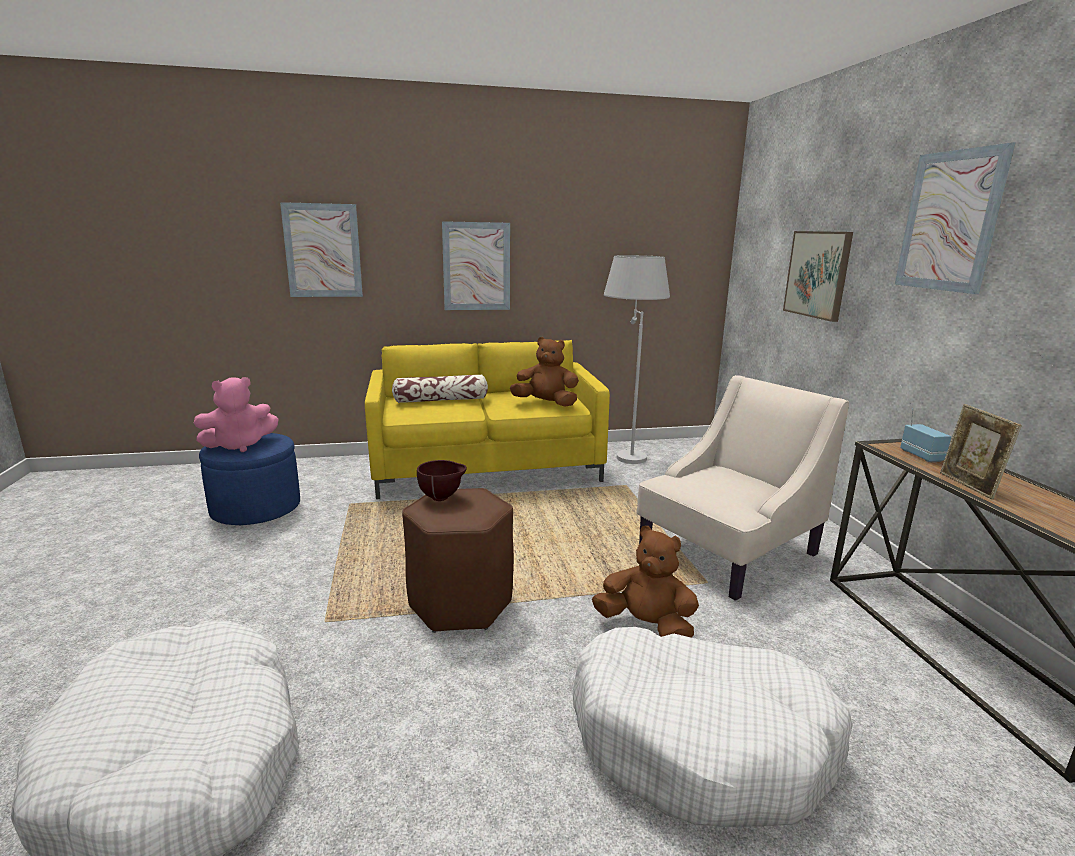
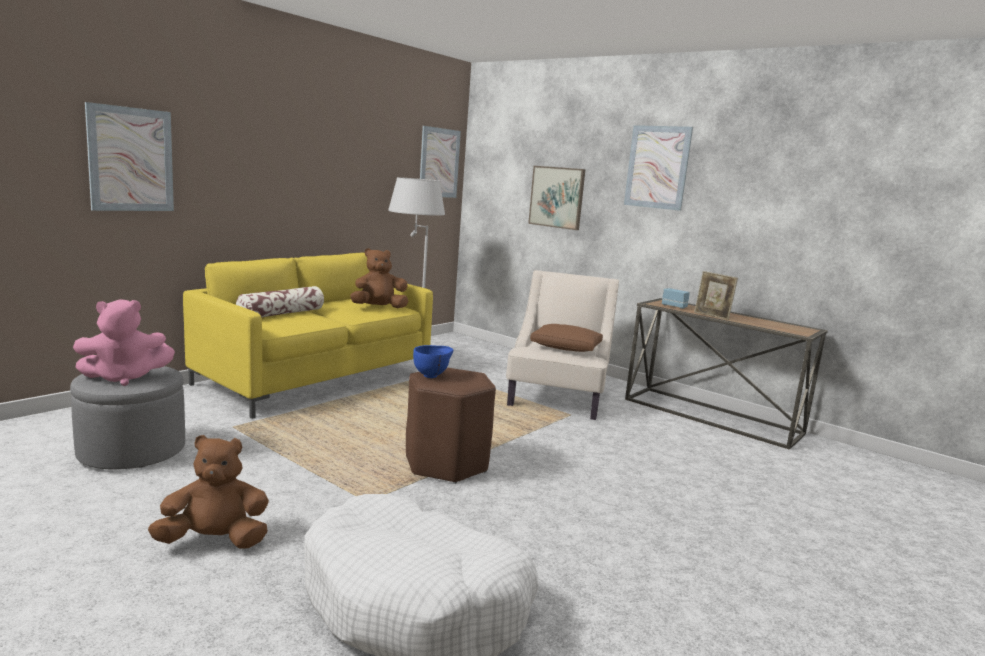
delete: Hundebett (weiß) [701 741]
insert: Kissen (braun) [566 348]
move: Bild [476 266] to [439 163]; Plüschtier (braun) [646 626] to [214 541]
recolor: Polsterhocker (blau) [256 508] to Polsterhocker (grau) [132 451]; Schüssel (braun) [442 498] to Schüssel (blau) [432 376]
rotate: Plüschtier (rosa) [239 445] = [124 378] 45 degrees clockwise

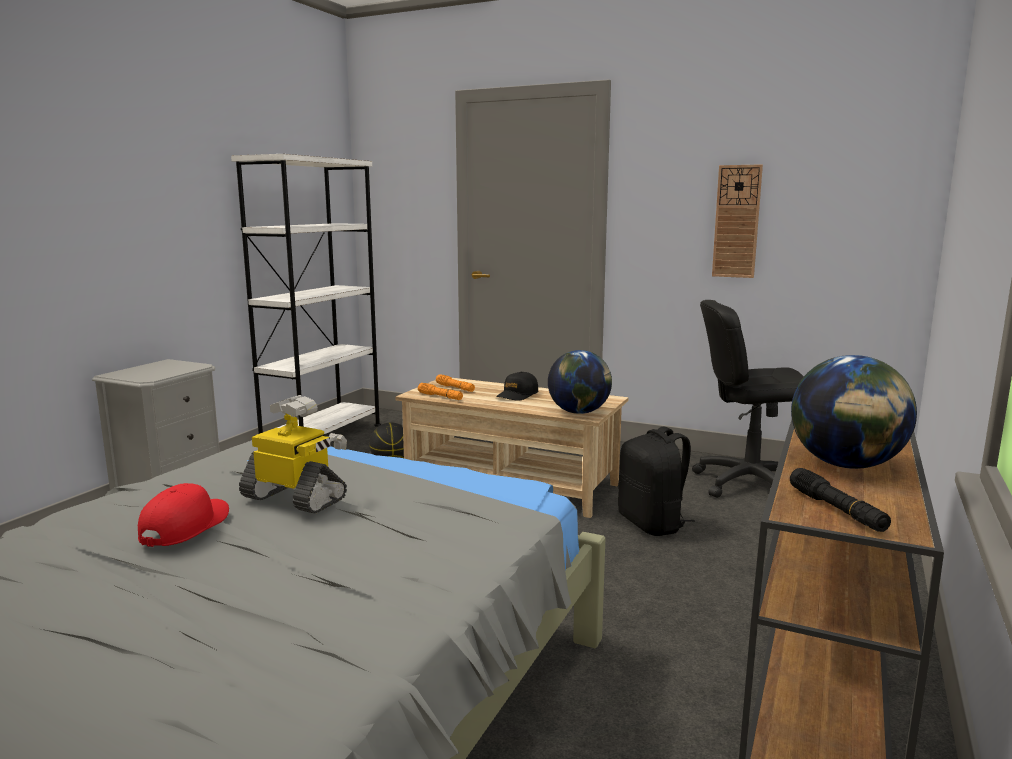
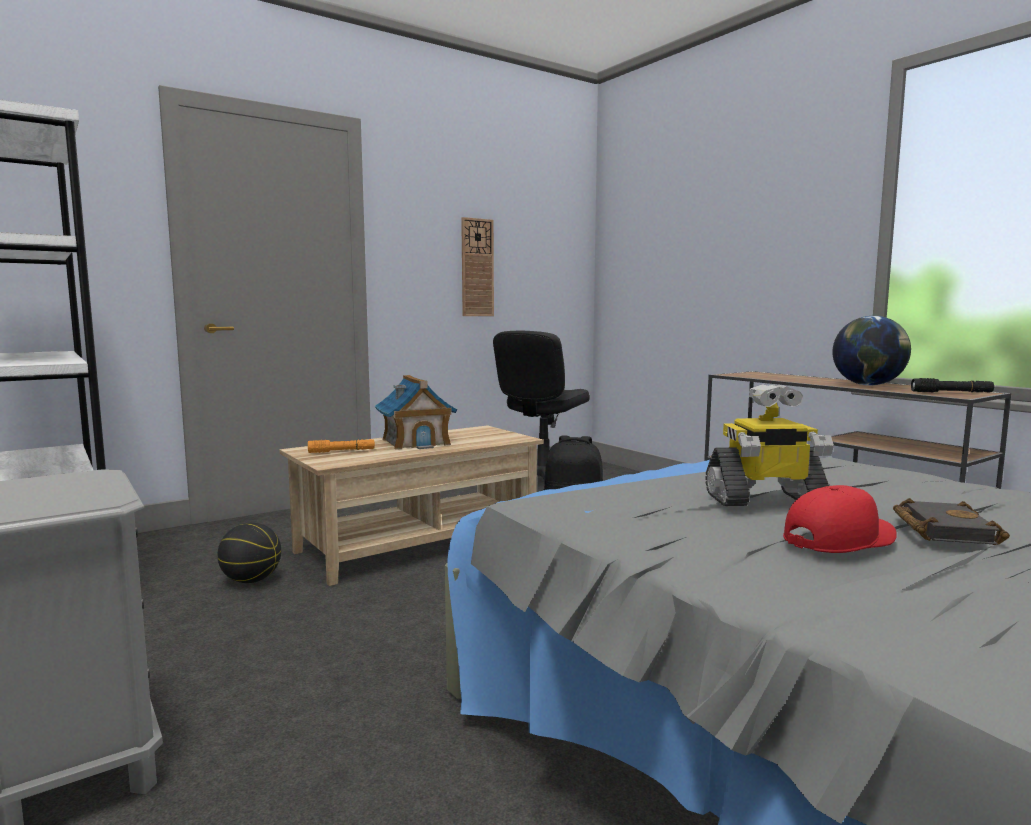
delete: Taschenlampe (orange) [440 397]; Globus [579 412]
insert: Buch (schwarz) [941 529]
replace: Kappe (schwarz) [517 395] to Spielzeughaus [416 442]
rotate: Kappe (rot) [185 526] = [839 539] 105 degrees clockwise; Spielzeugroboter [296 498] = [765 499] 150 degrees counterclockwise

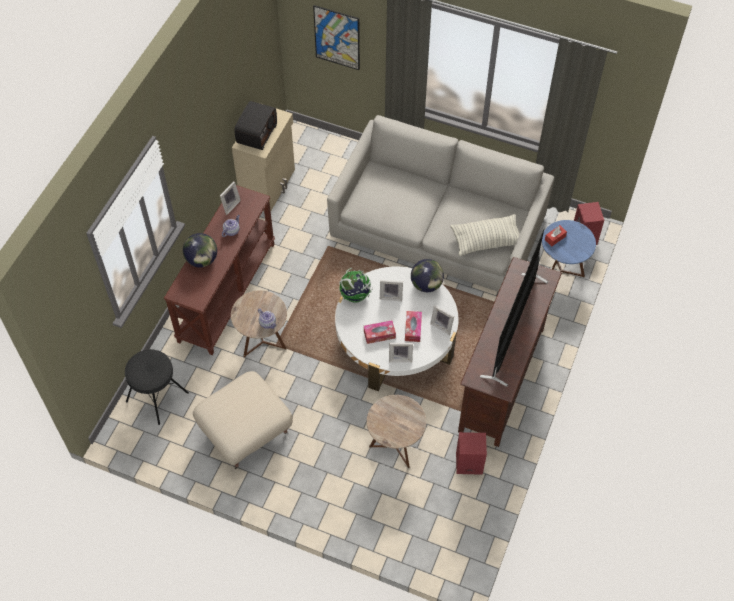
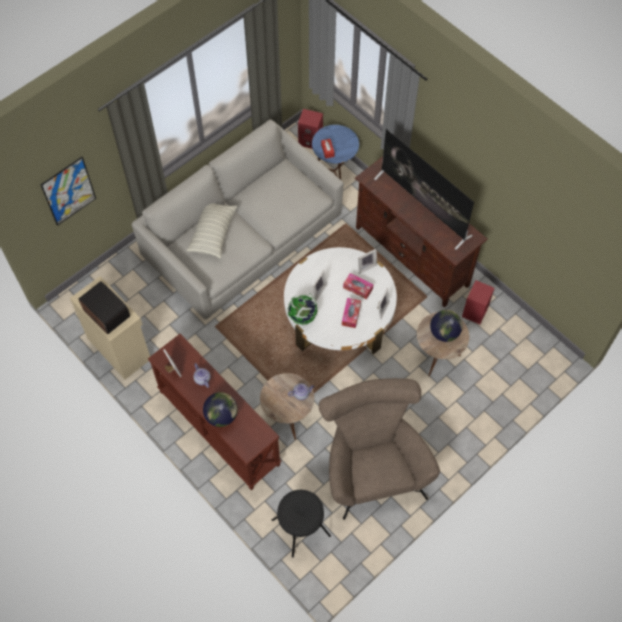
move: Globus [426 285] to [444 332]; Kissen [486 240] to [213 233]
replace: Polsterhocker (beige) [247 432] to Sessel (braun) [372 465]

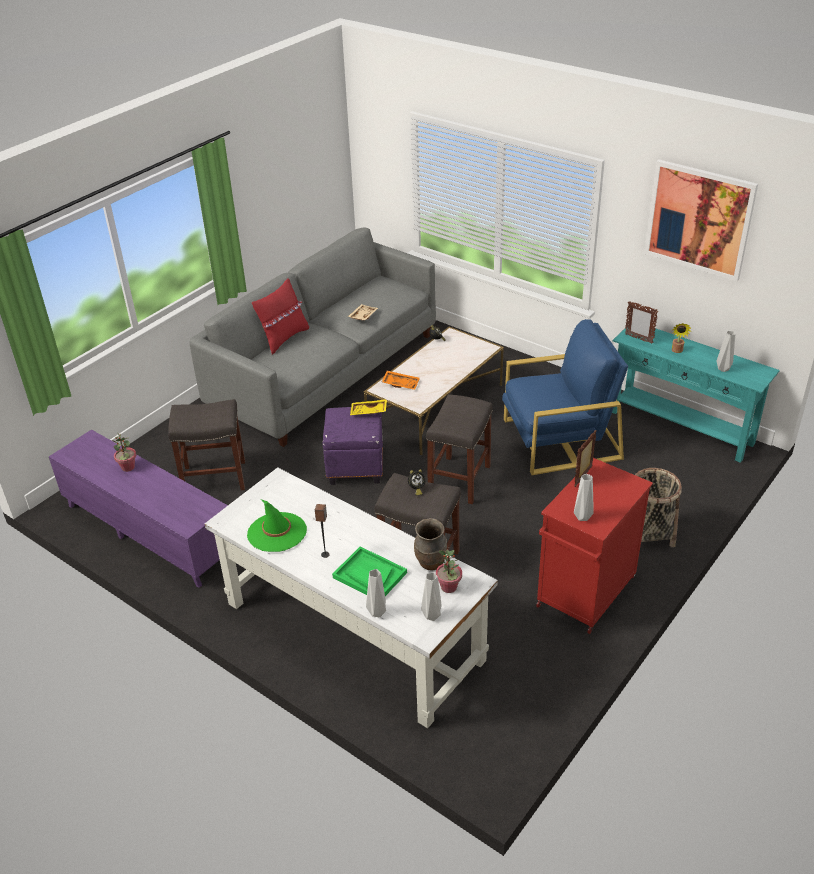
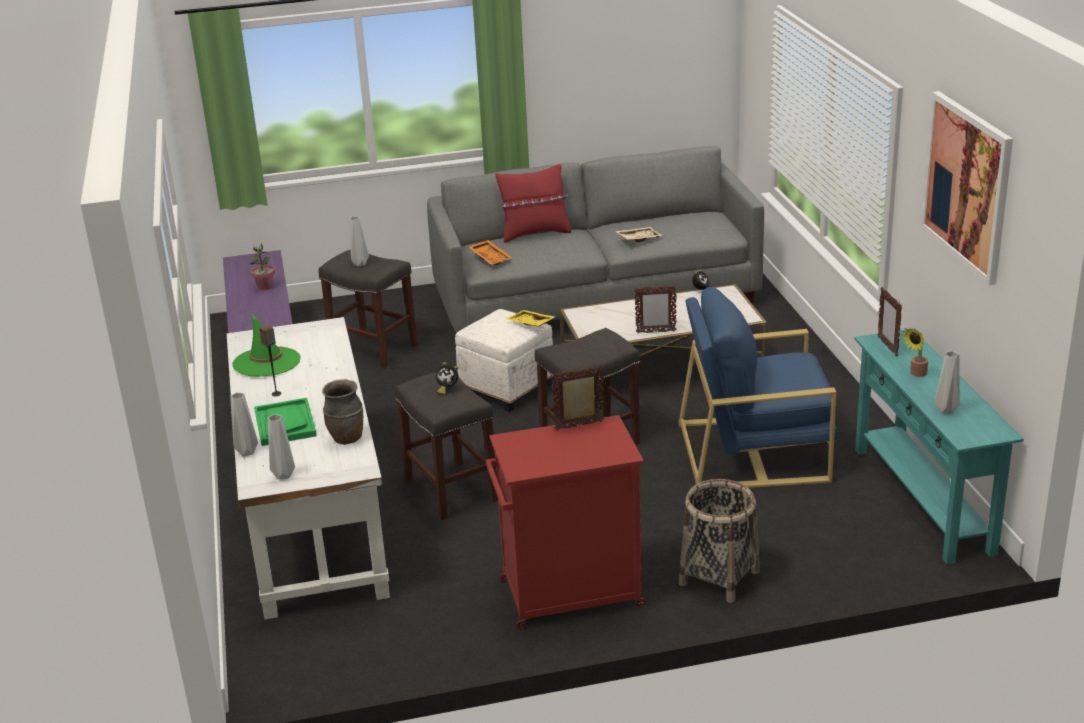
delete: Topfpflanze [449 587]
insert: Bilderrahmen [655 332]
move: Tablett (orange) [401 383] to [491 258]; Vase (grau) [581 517] to [359 264]
recolor: Polsterhocker (lila) [355 466] to Polsterhocker (weiß) [507 389]
rotate: Sessel (blau) [560 439] = [754 451] 150 degrees clockwise

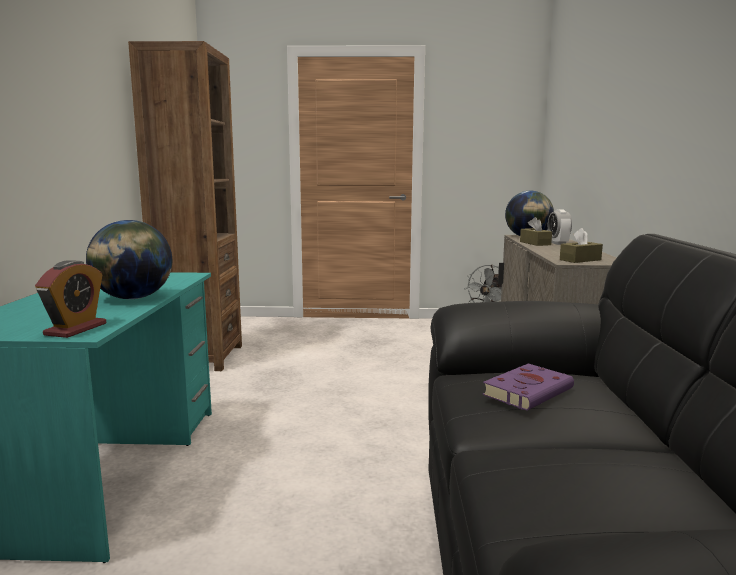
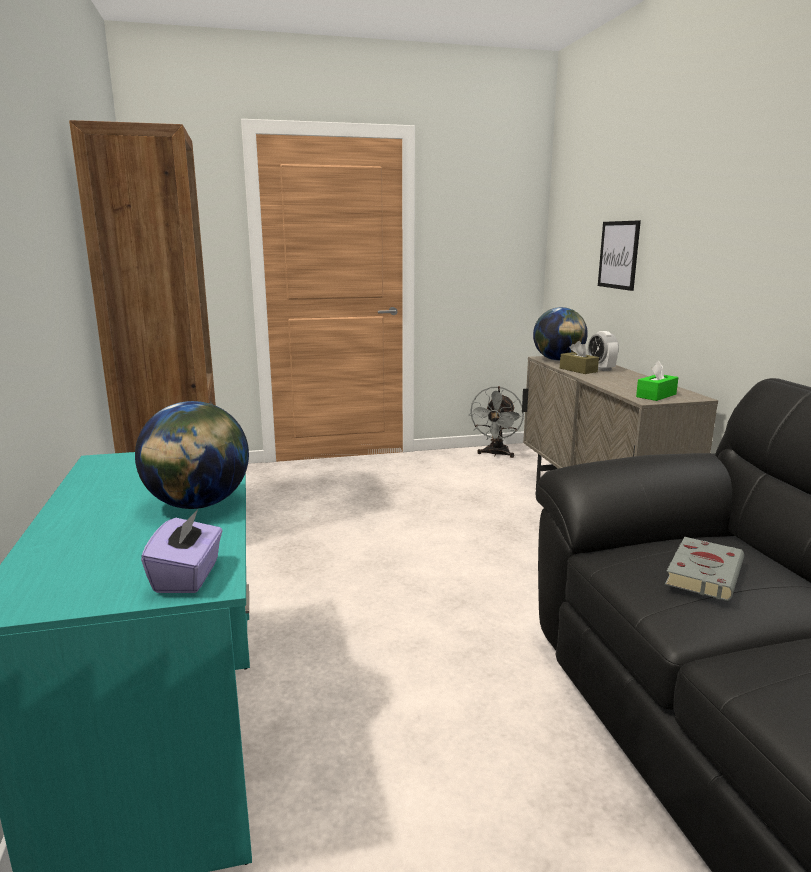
insert: Bild [618 255]
replace: Wecker [76 329] to Taschentuchbox (lila) [188 576]
recolor: Buch (lila) [529 391] to Buch (grau) [704 572]; Taschentuchbox (braun) [580 260] to Taschentuchbox (grün) [656 395]

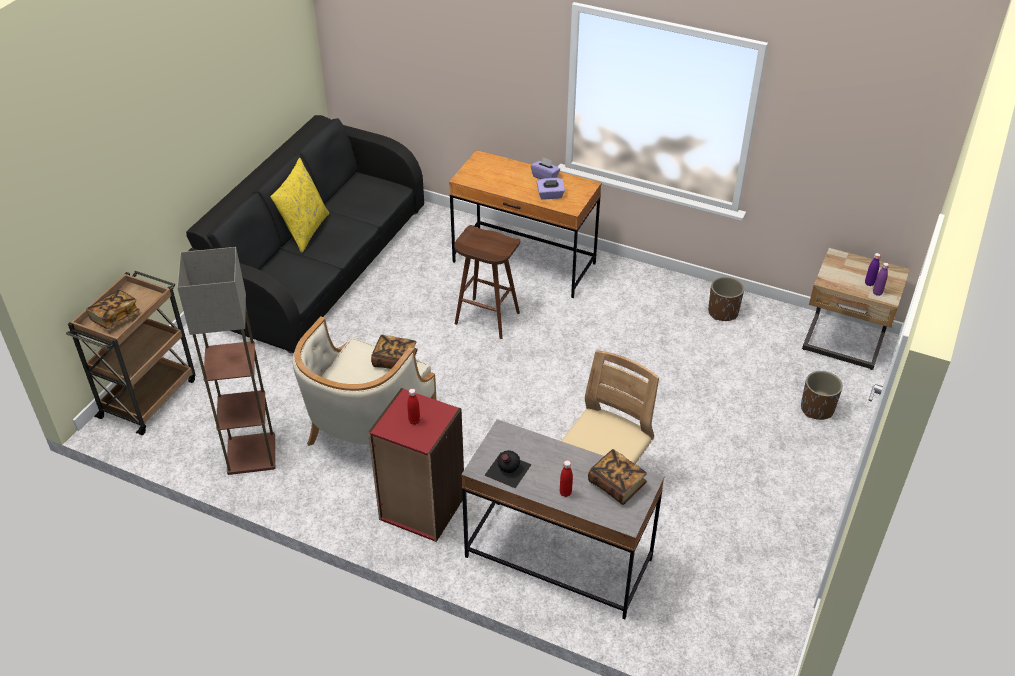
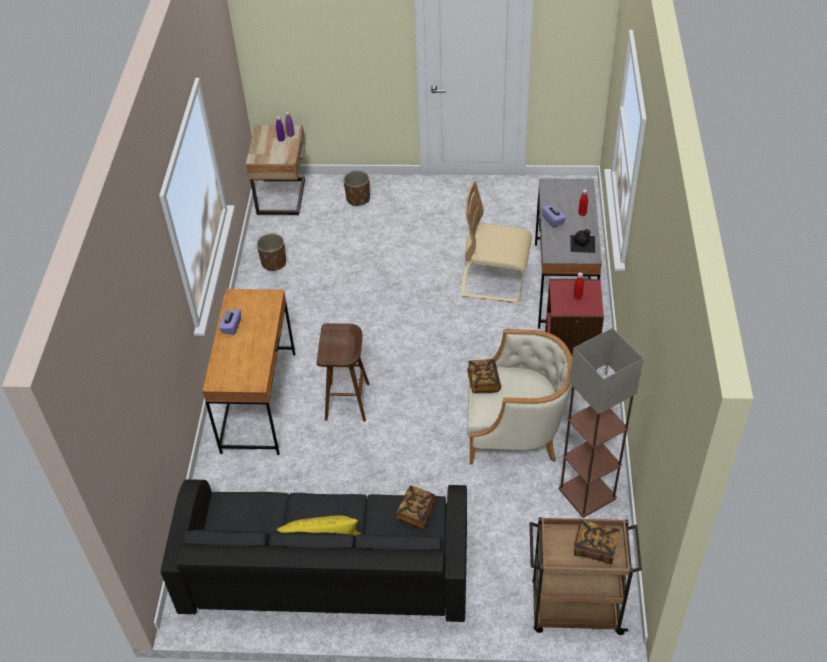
move: Taschentuchbox (lila) [550 195] to [553 220]; Buch [616 485] to [417 512]

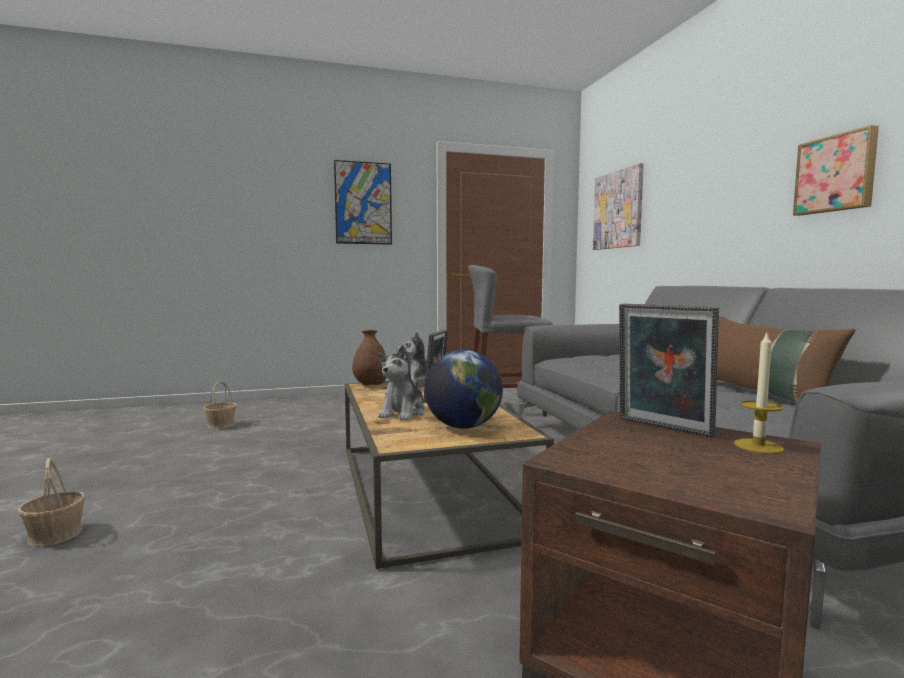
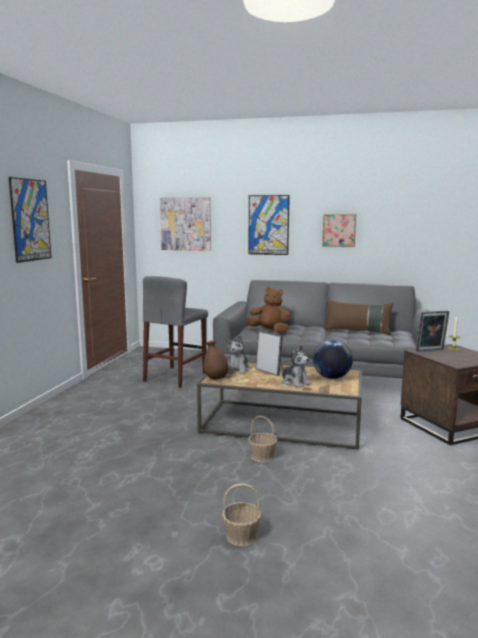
insert: Plüschtier (braun) [269 331]; Bild [268 225]
move: Korb [220 425] to [262 456]

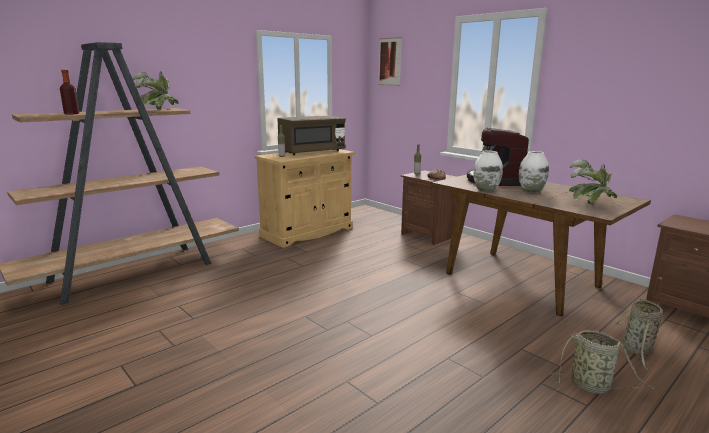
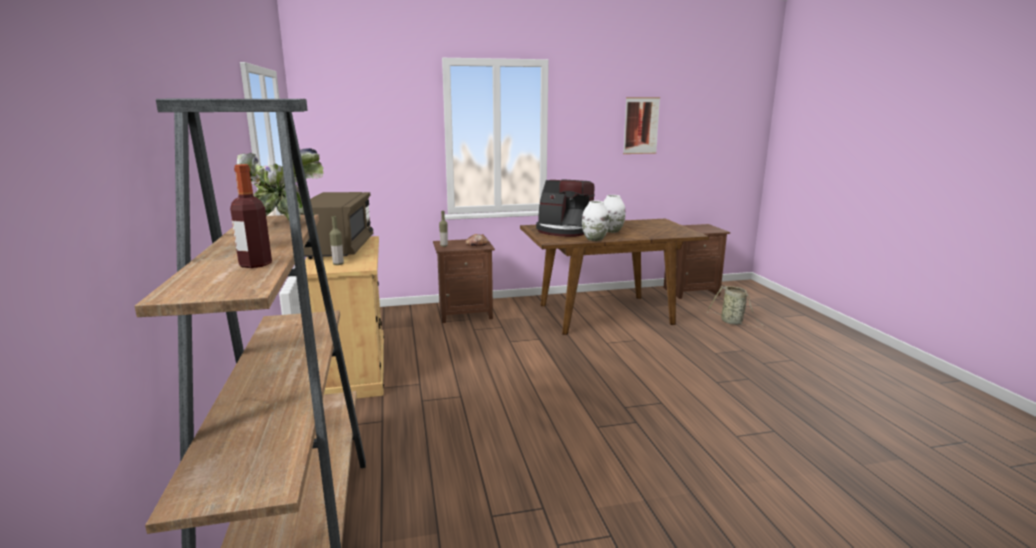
delete: Korb [592 386]; Topfpflanze [589 203]
move: Bild [390 61] to [641 125]

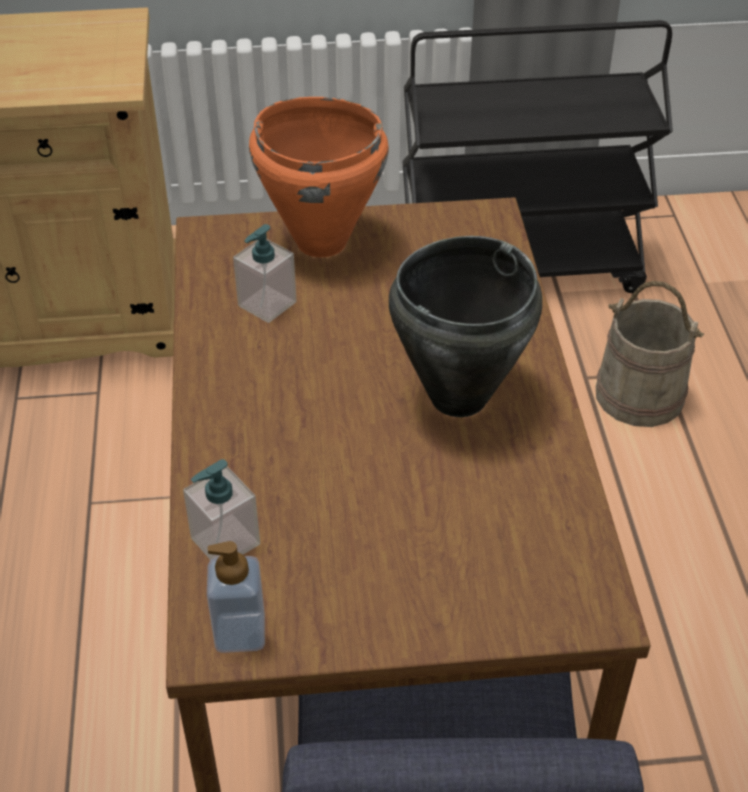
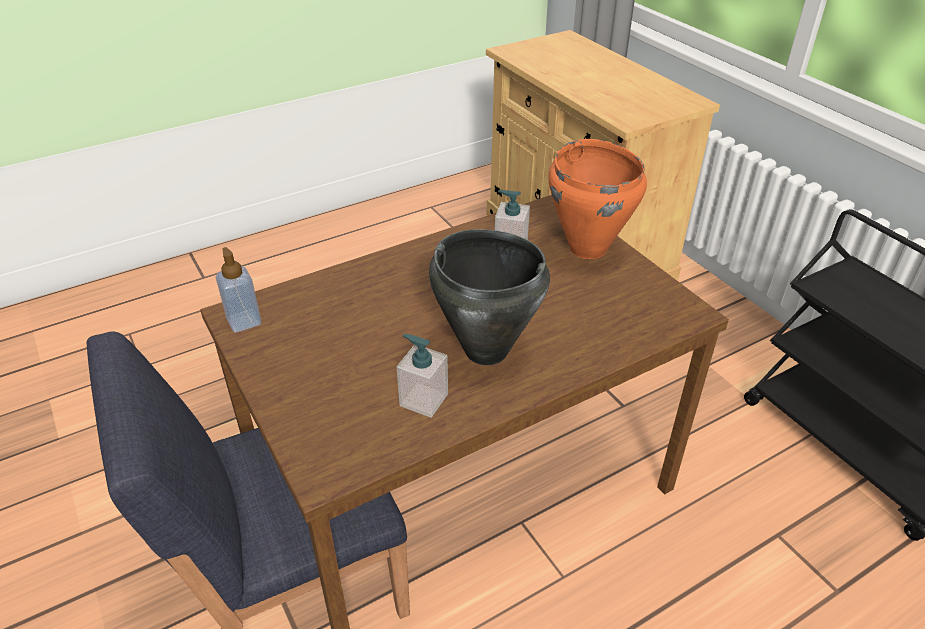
delete: Eimer (beige) [640 394]
move: Seifenspender [225 541] to [423 400]

